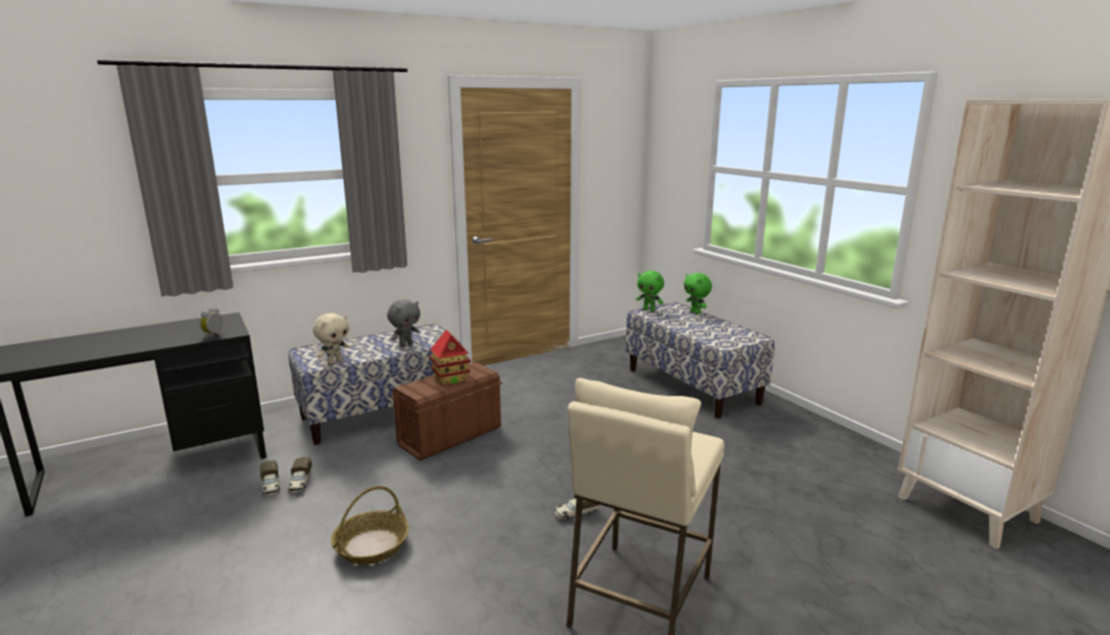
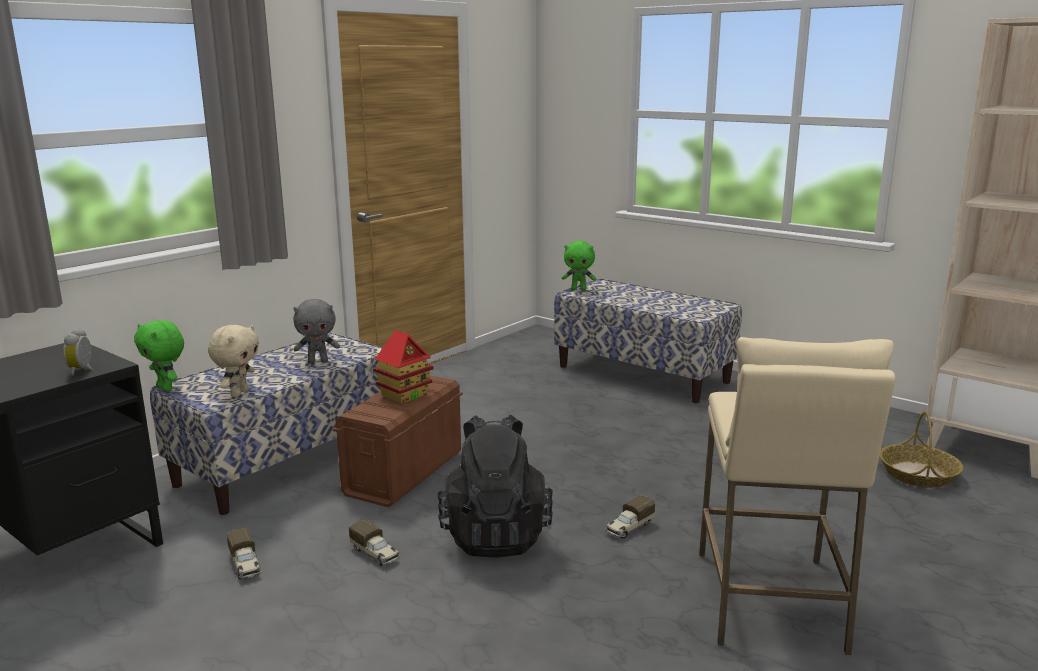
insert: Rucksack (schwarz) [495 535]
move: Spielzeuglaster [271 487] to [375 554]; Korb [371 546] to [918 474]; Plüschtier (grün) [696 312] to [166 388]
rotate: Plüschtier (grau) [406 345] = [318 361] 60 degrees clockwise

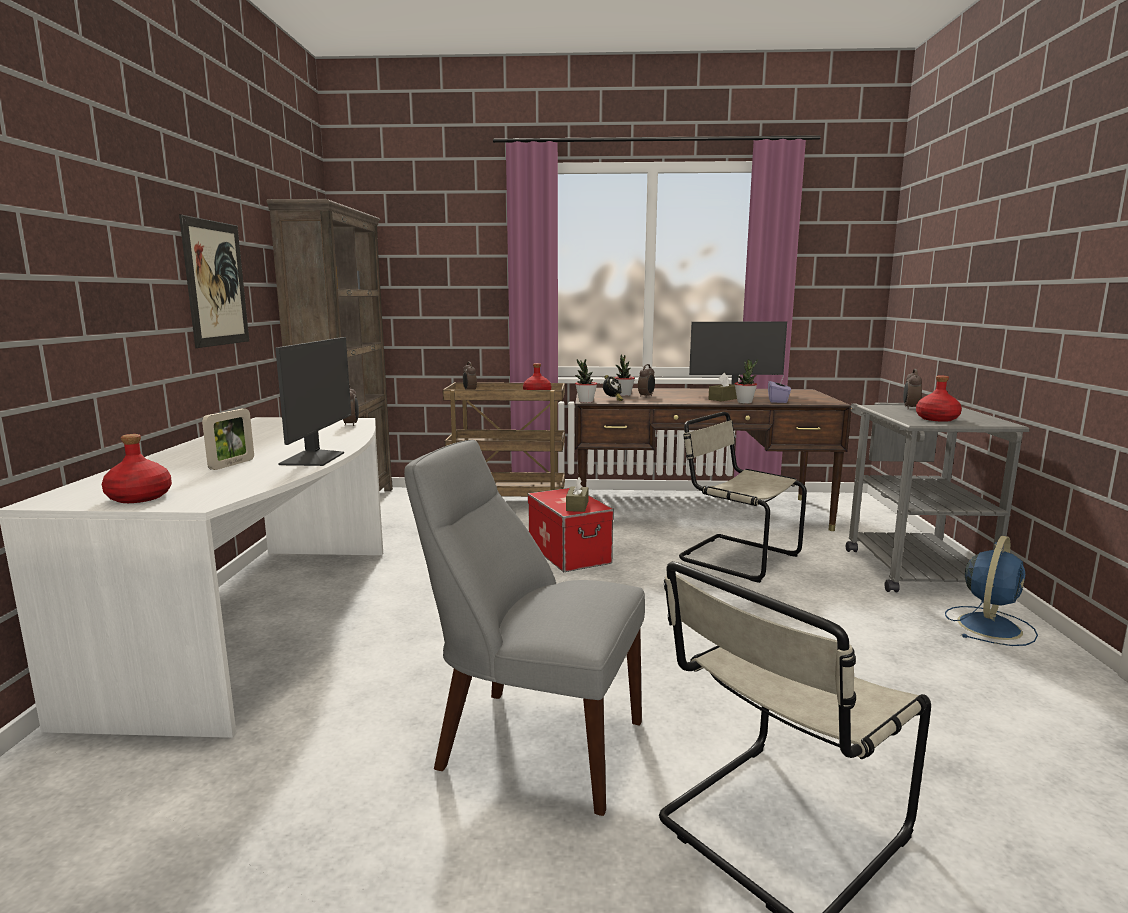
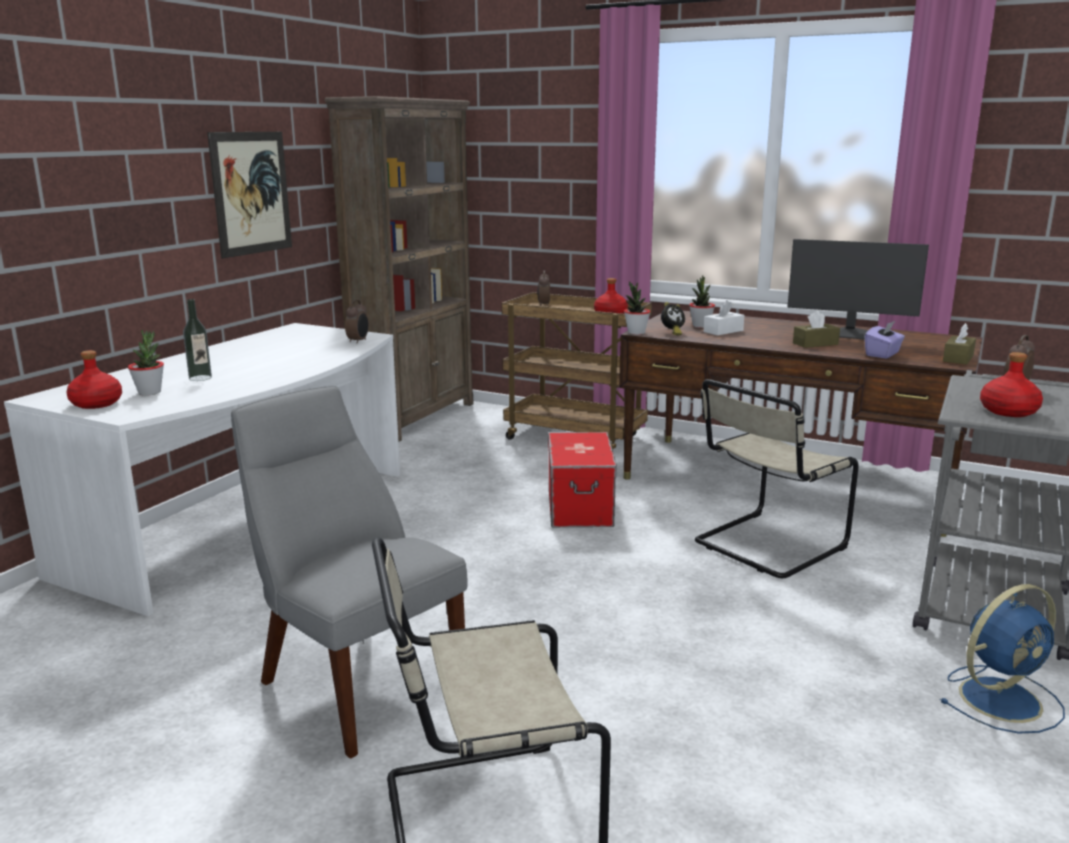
delete: Monitor [314 459]
move: Taschentuchbox (braun) [577 506] to [958 358]; Topfpflanze [744 402] to [150 392]
replace: Bilderrahmen [232 464] to Flasche [200 378]; Wecker [646 396] to Taschentuchbox (weiß) [723 331]
rotate: Stuhl (beige) [734 557] = [765 546] 105 degrees counterclockwise

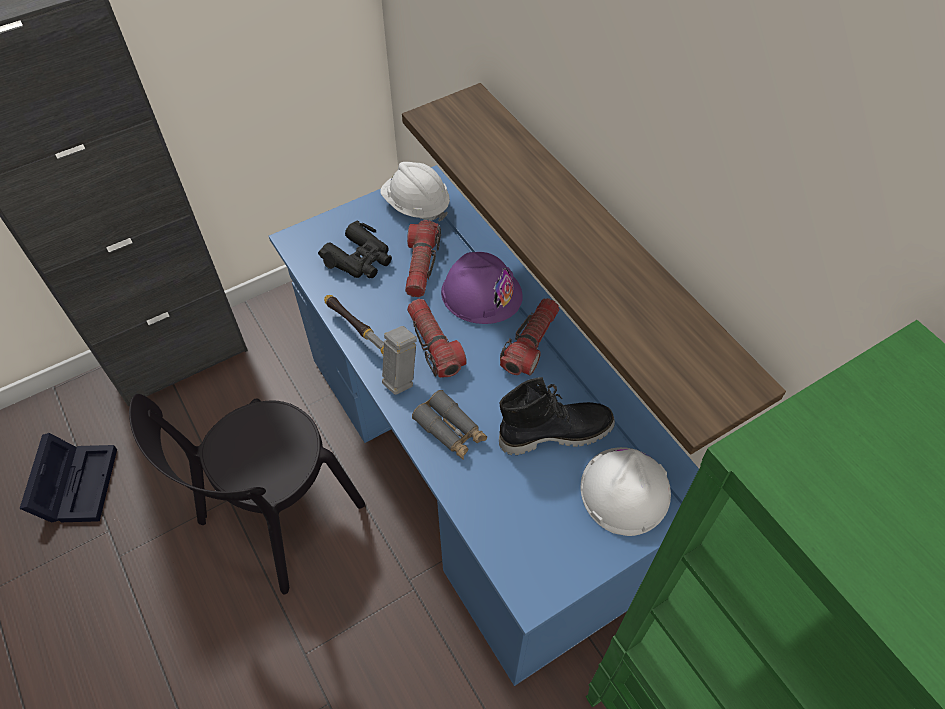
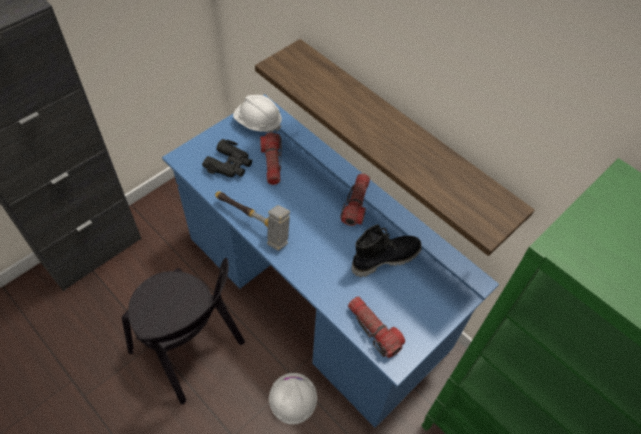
delete: Aufbewahrungsbox (schwarz) [77 482]; Fernglas (grau) [450 430]; Schutzhelm (lila) [481 293]
move: Taschenlampe [434 345] to [373 330]; Schutzhelm (weiß) [624 490] to [292 398]
rotate: Stuhl (schwarz) [276 519] = [190 350] 75 degrees counterclockwise

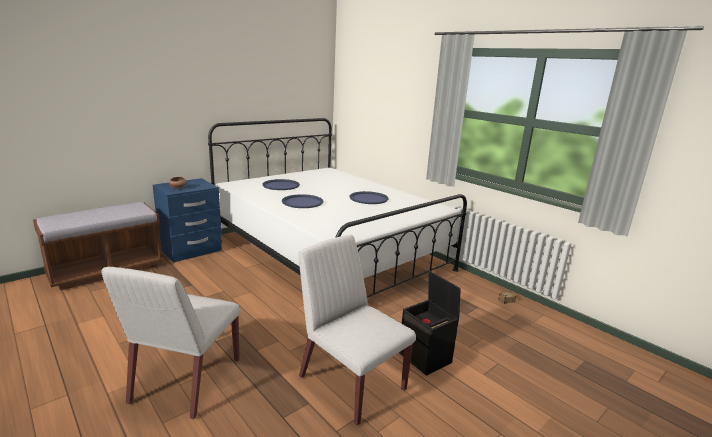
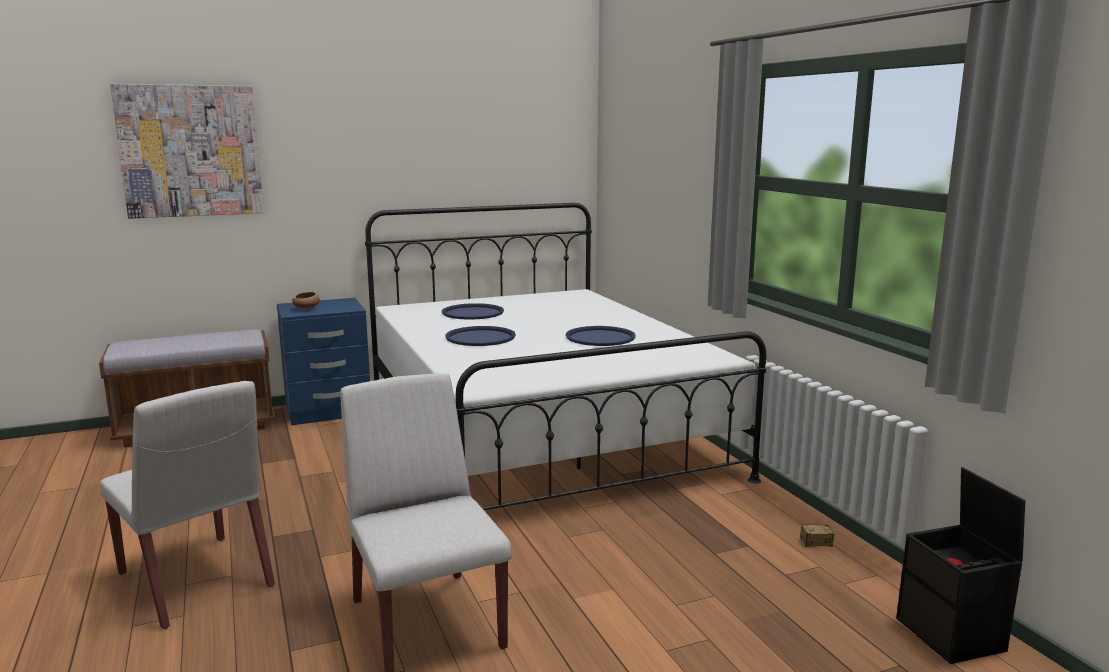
insert: Bild [191 151]
move: Aufbewahrungsbox (schwarz) [426 358] to [952 635]
rotate: Stuhl (weiß) [186 381] = [196 581] 75 degrees counterclockwise

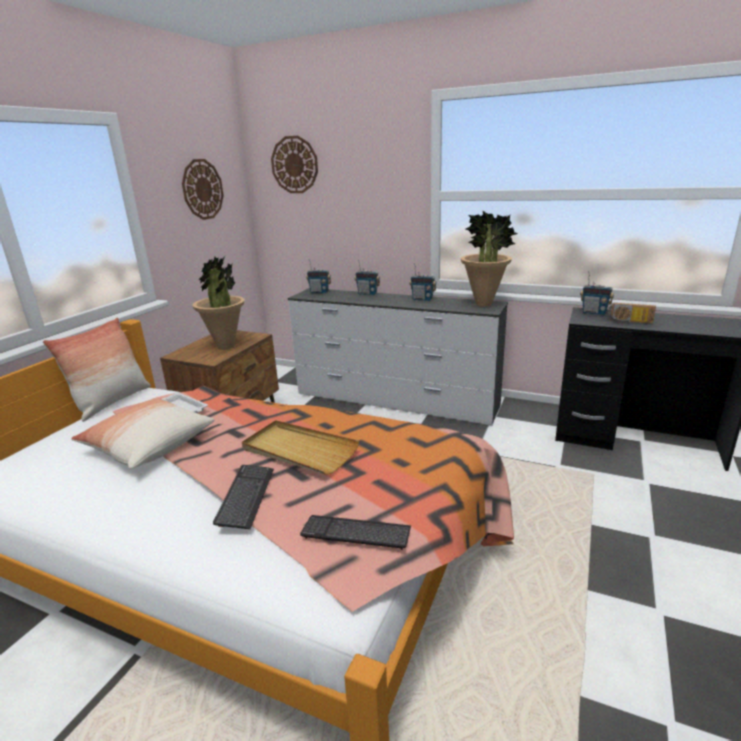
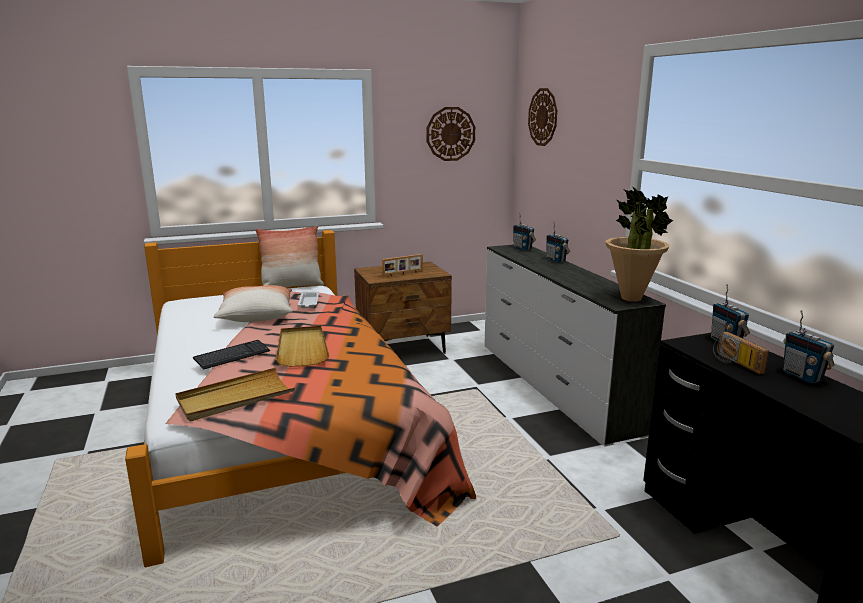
move: Radio [422 299] to [802 376]
replace: Topfpflanze [226 347] to Bilderrahmen [403 274]; Tastatur [356 533] to Tablett (beige) [235 398]

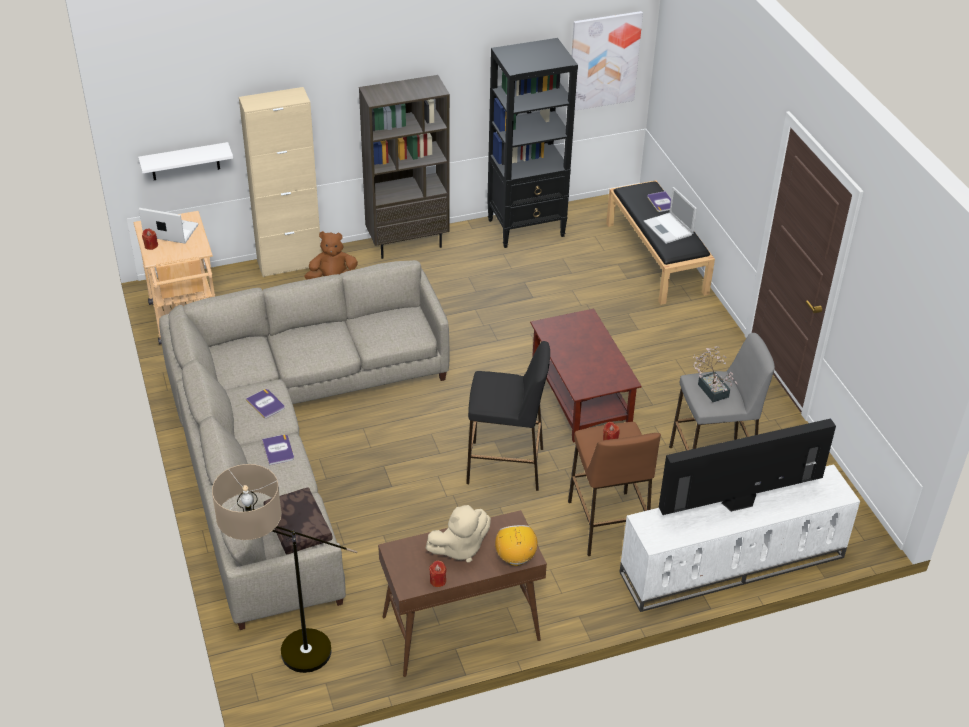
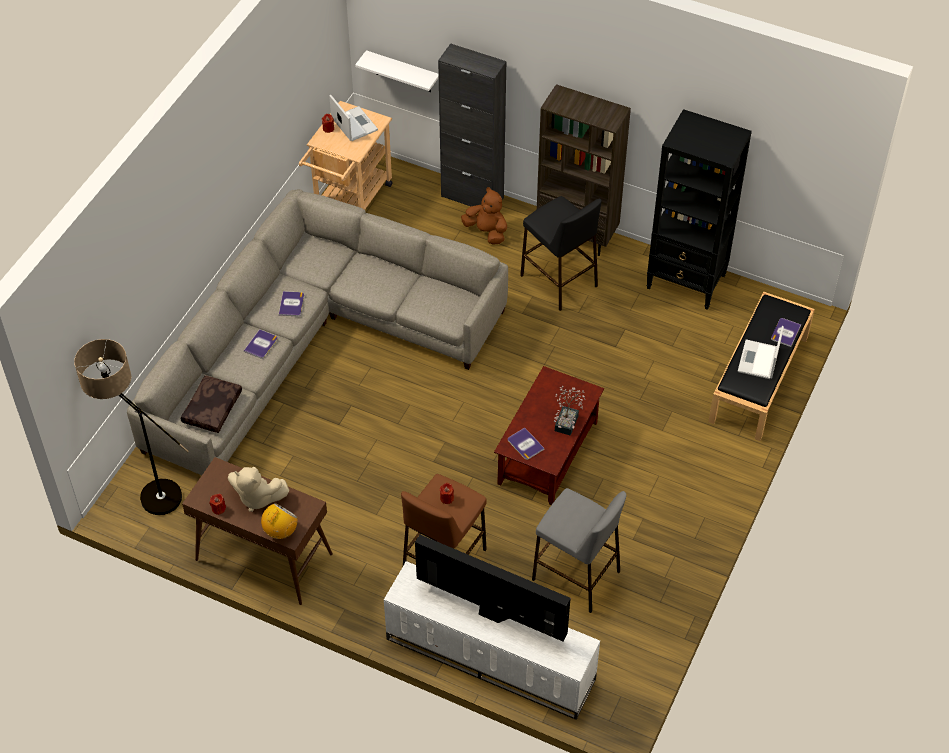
delete: Bild [603 61]
insert: Buch [525 444]
move: Hocker (schwarz) [506 466] to [559 281]; Topfpflanze [711 388] to [568 420]
recolor: Schrank (beige) [289 263] to Schrank (schwarz) [472 197]

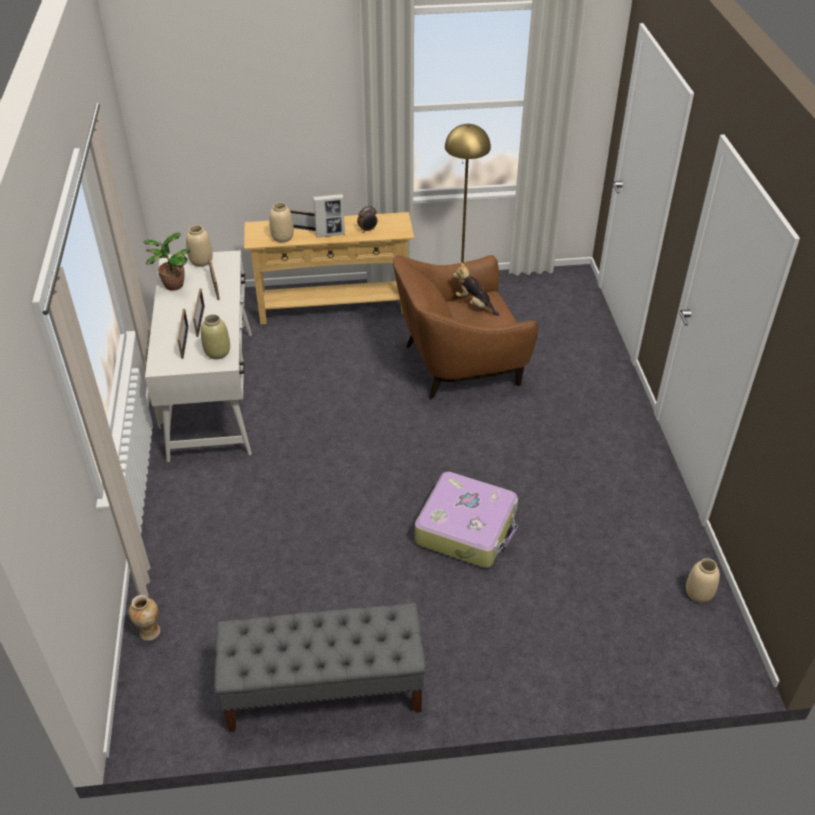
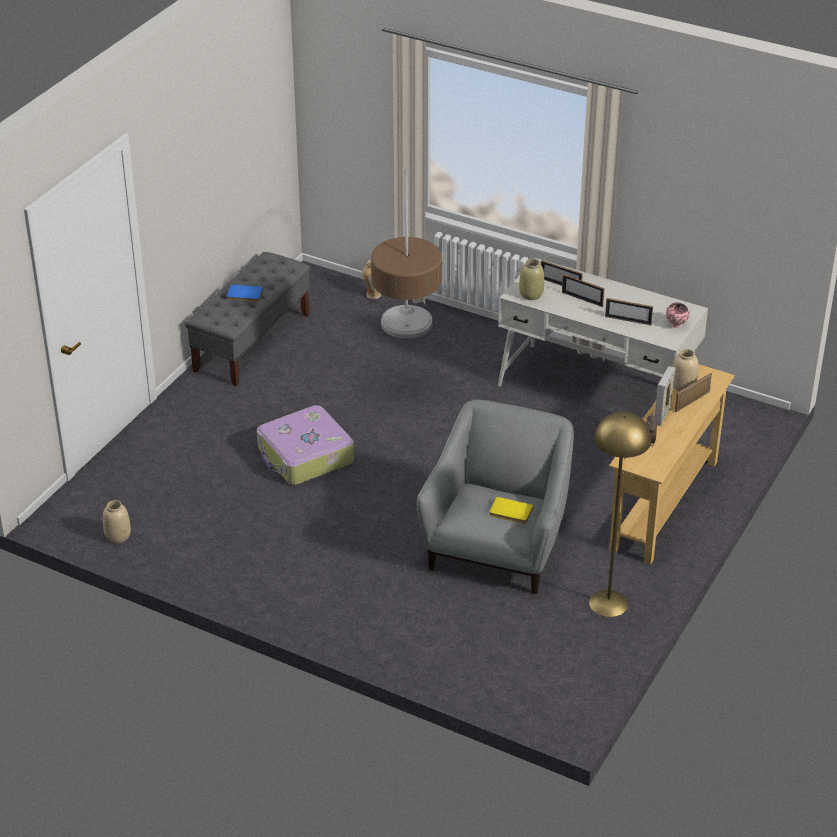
delete: Topfpflanze [172 285]
insert: Buch (blau) [244 295]; Stehlampe [407 366]
replace: Vase (beige) [201 261] to Schüssel (rosa) [676 325]; Plüschtier [475 304] to Buch (gelb) [510 513]
recolor: Sessel (braun) [459 363] to Sessel (grau) [498 547]

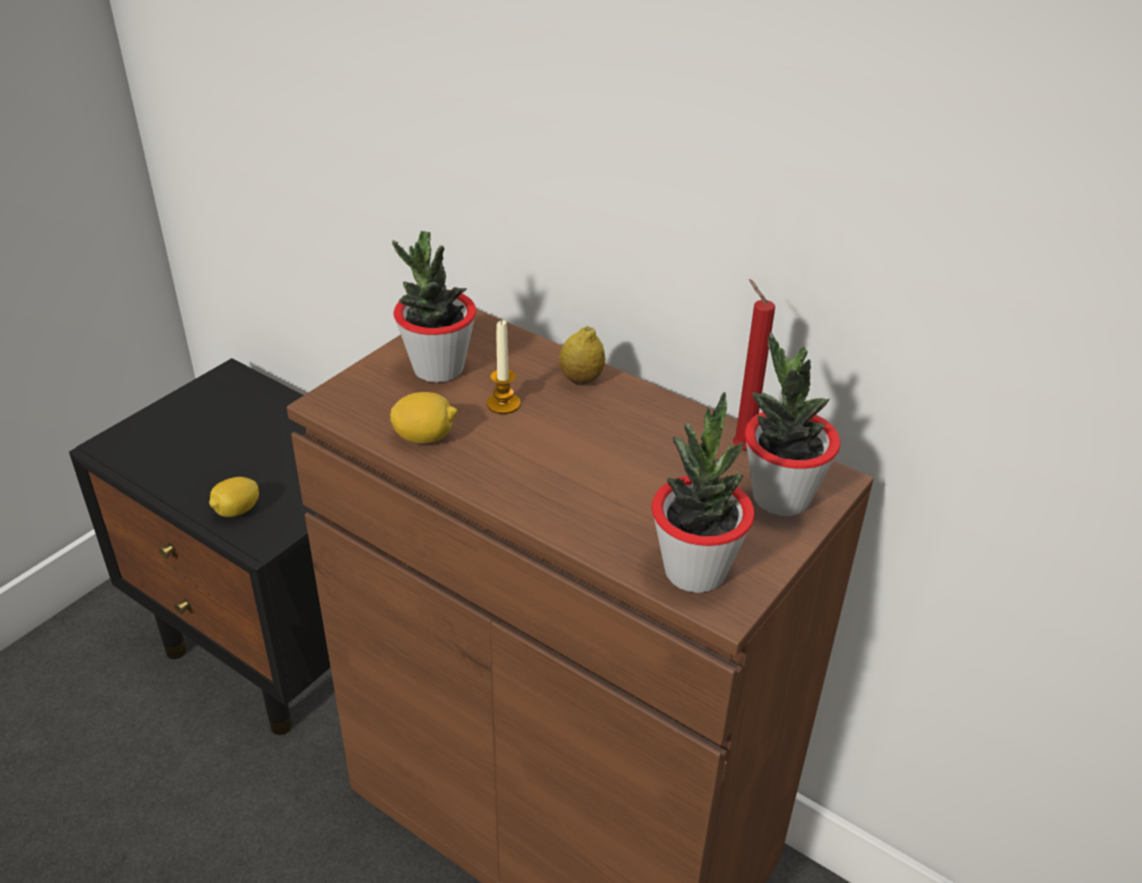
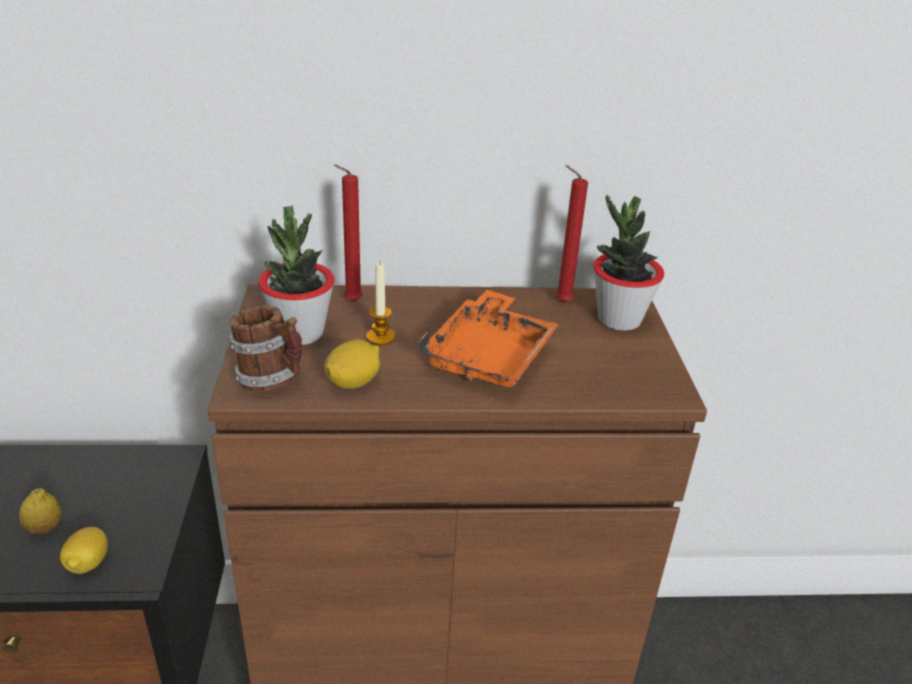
delete: Topfpflanze [695 570]
insert: Henkelbecher [272 380]; Kerze (rot) [350 302]; Tablett (orange) [490 356]
move: Zitrone [581 379] to [45 528]

